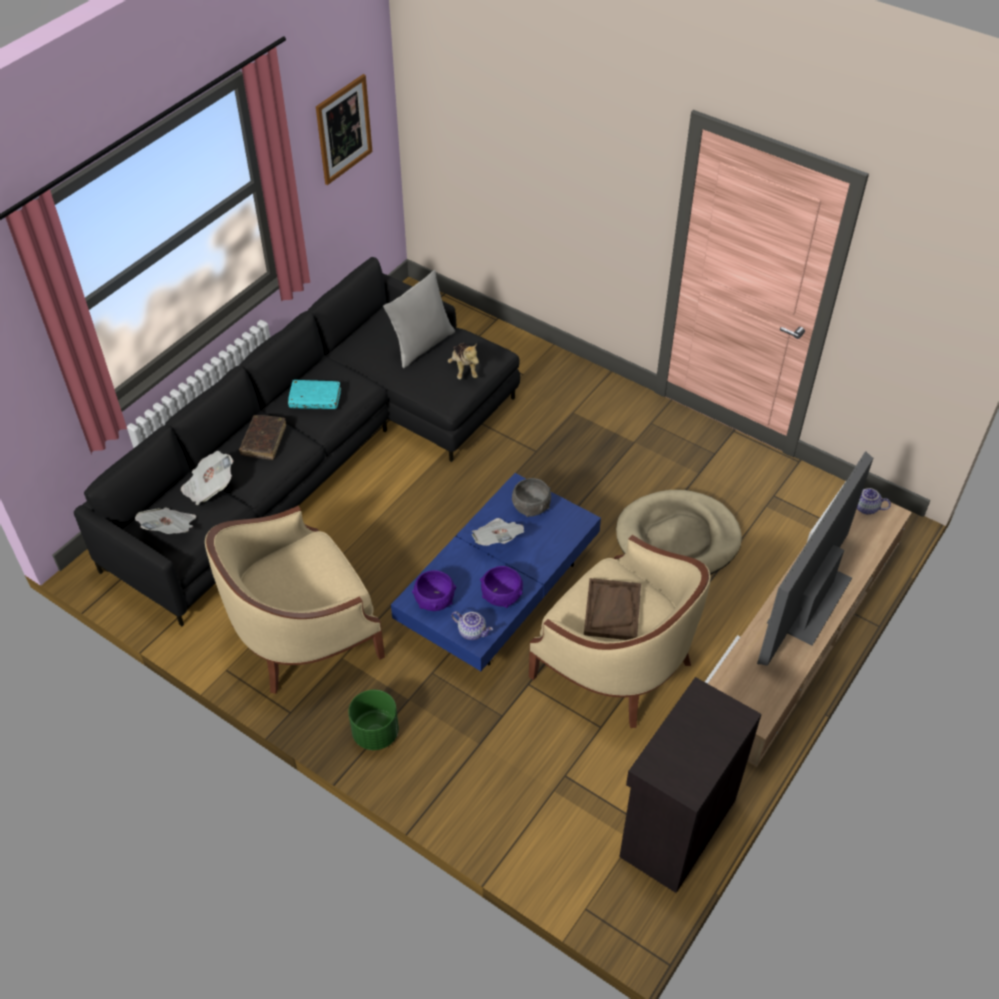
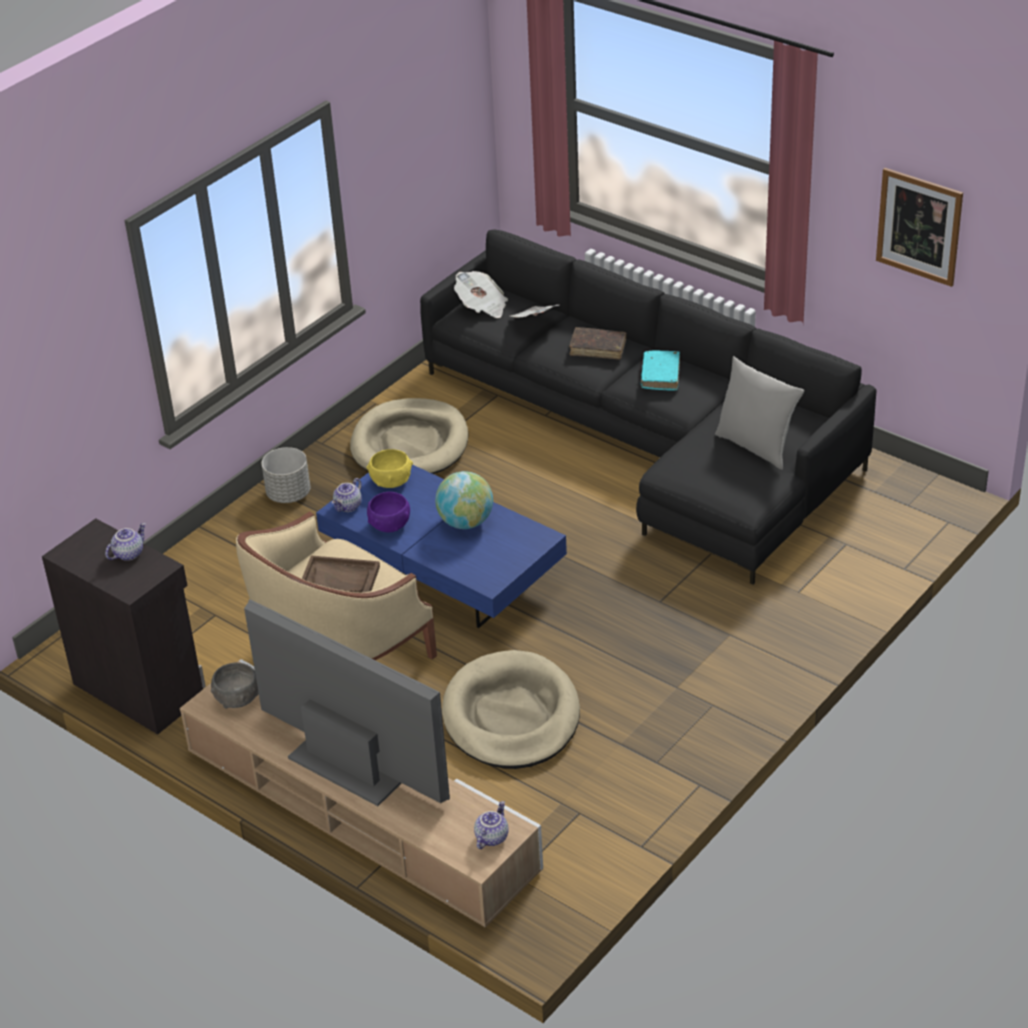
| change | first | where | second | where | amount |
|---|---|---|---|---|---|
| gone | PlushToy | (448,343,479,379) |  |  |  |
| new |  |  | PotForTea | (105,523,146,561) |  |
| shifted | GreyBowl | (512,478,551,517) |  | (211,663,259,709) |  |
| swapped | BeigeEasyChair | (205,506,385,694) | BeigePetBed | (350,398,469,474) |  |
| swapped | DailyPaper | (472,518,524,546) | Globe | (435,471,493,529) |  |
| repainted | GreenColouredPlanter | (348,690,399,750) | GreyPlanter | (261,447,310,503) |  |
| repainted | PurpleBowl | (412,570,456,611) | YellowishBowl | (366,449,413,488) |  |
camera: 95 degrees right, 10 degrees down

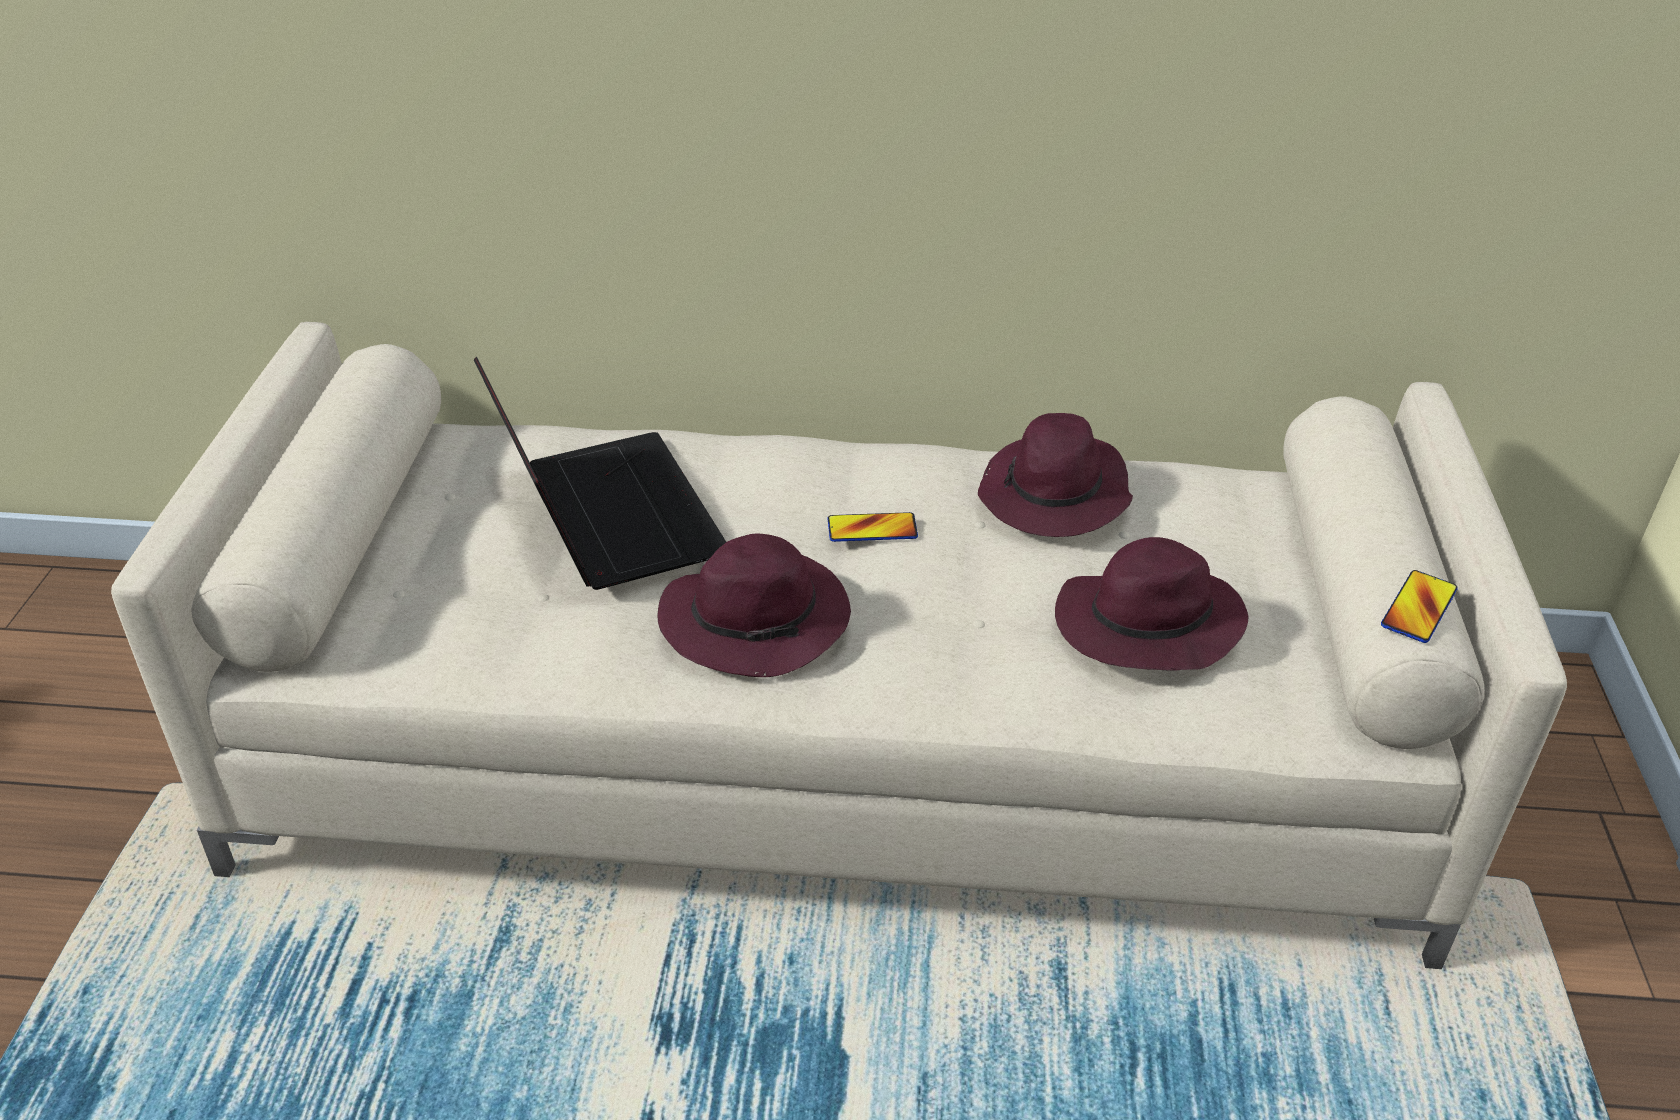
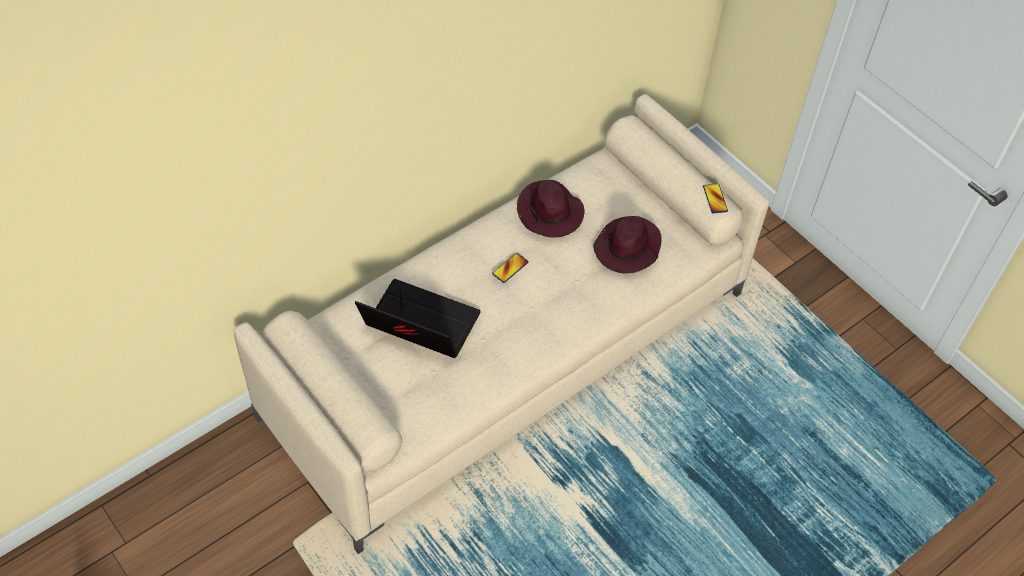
| change | first | where | second | where | amount |
|---|---|---|---|---|---|
| gone | PurpleClothingHat | (657,533,851,677) |  |  |  |
camera: 45 degrees left, 15 degrees up

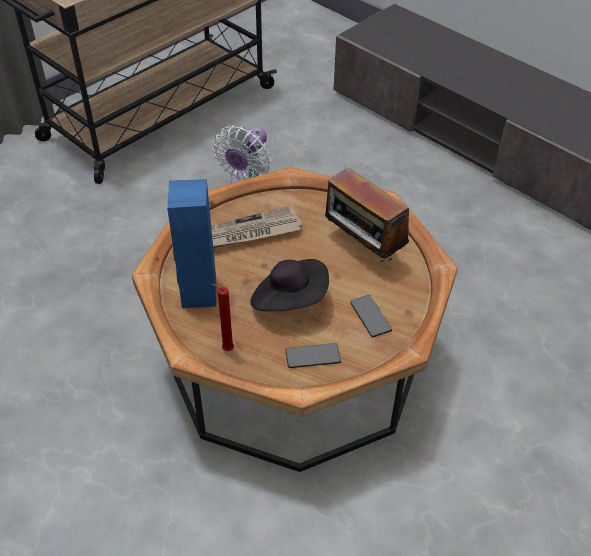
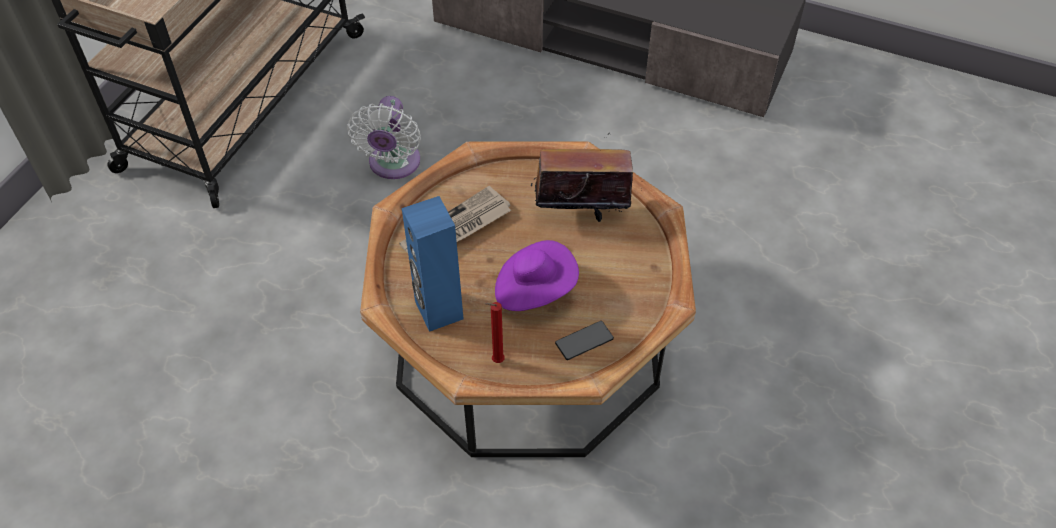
| change | first | where | second | where | amount |
|---|---|---|---|---|---|
| gone | Phone | (350,295,392,337) |  |  |  |
| repainted | BlackColouredClothingHat | (250,259,329,311) | PurpleClothingHat | (495,240,579,311) |  |
| rotated | RadioReceiver | (325,167,409,262) |  | (531,133,642,223) | 150 degrees clockwise |
camera: 20 degrees left, 5 degrees up

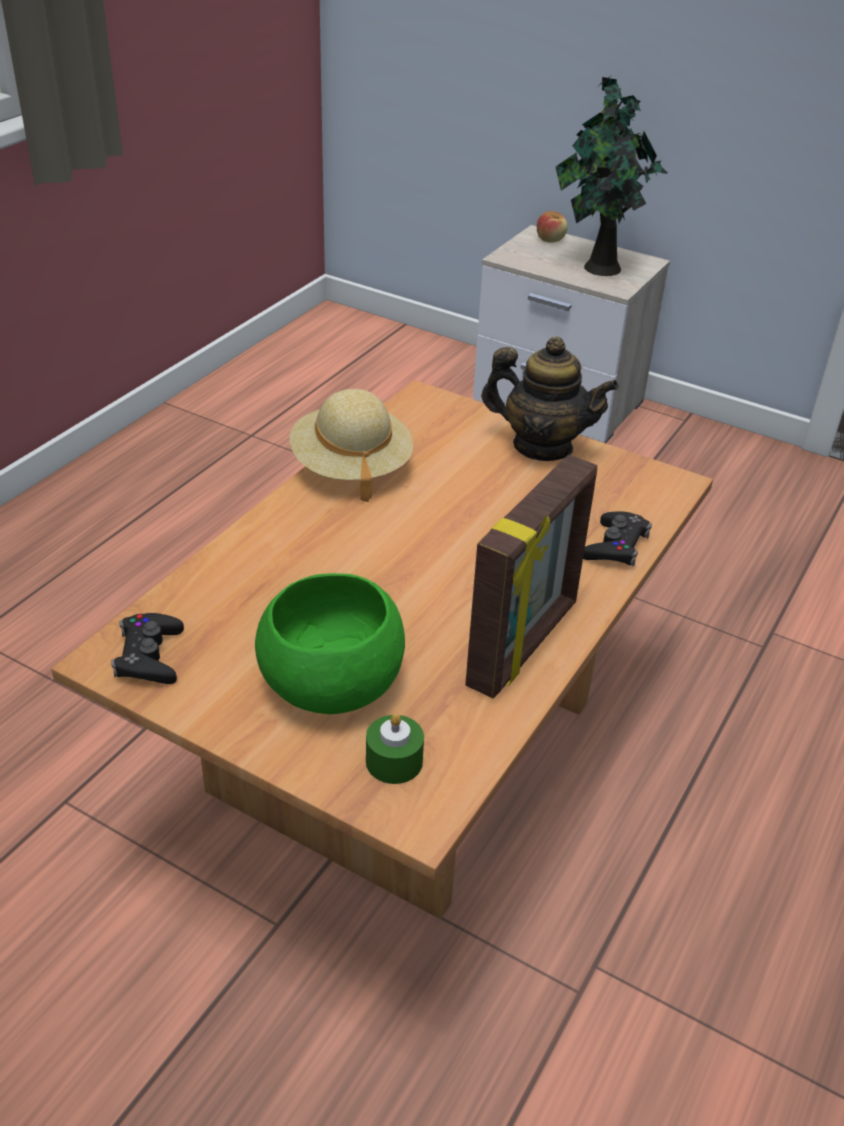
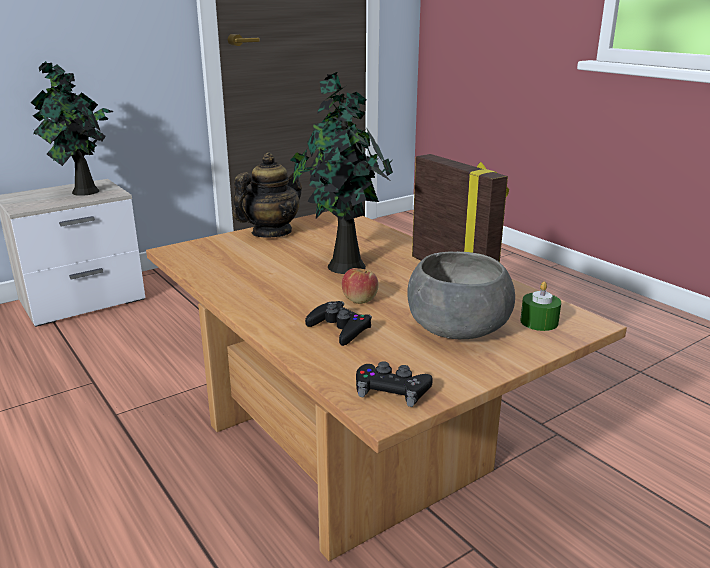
| change | first | where | second | where | amount |
|---|---|---|---|---|---|
| gone | BeigeClothingHat | (290,389,413,502) |  |  |  |
| new |  |  | Houseplant | (290,71,393,274) |  |
| shifted | Apple | (537,211,568,243) |  | (342,268,379,304) |  |
| shifted | BlackColouredGameController | (583,511,652,566) |  | (305,301,372,346) |  |
| repainted | GreenColouredBowl | (255,573,405,714) | GreyBowl | (407,251,515,339) |  |
camera: 65 degrees left, 15 degrees down

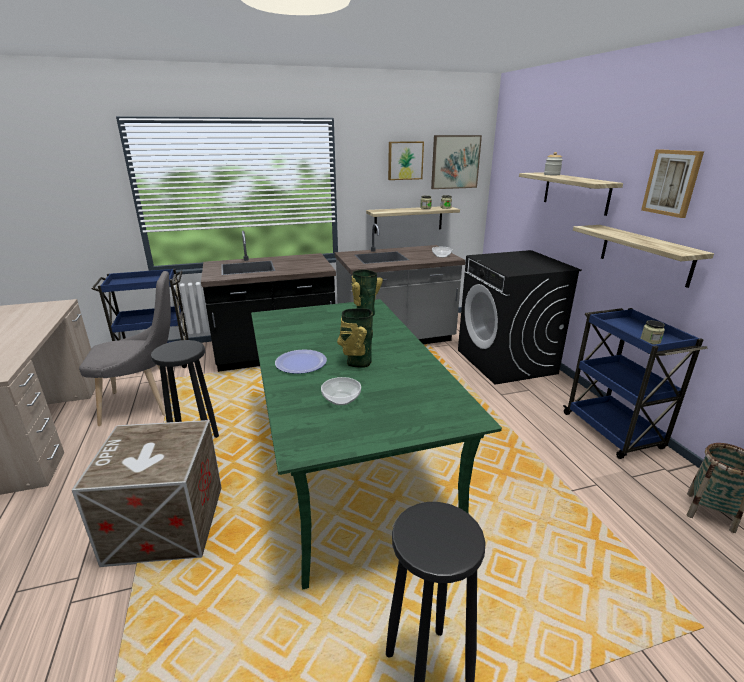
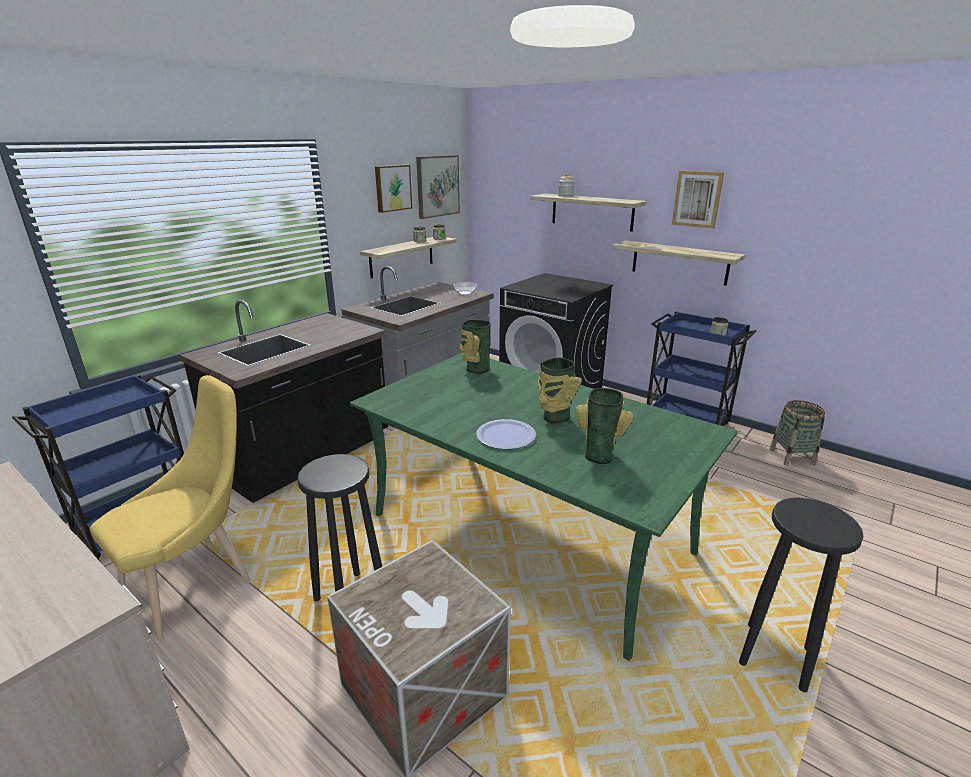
| change | first | where | second | where | amount |
|---|---|---|---|---|---|
| swapped | Bowl | (321,377,361,405) | FlowerVase | (575,388,633,464) |  |
| repainted | GreyPlainChair | (79,271,171,426) | YellowishPlainChair | (90,375,251,641) |  |
camera: 35 degrees left, 0 degrees up

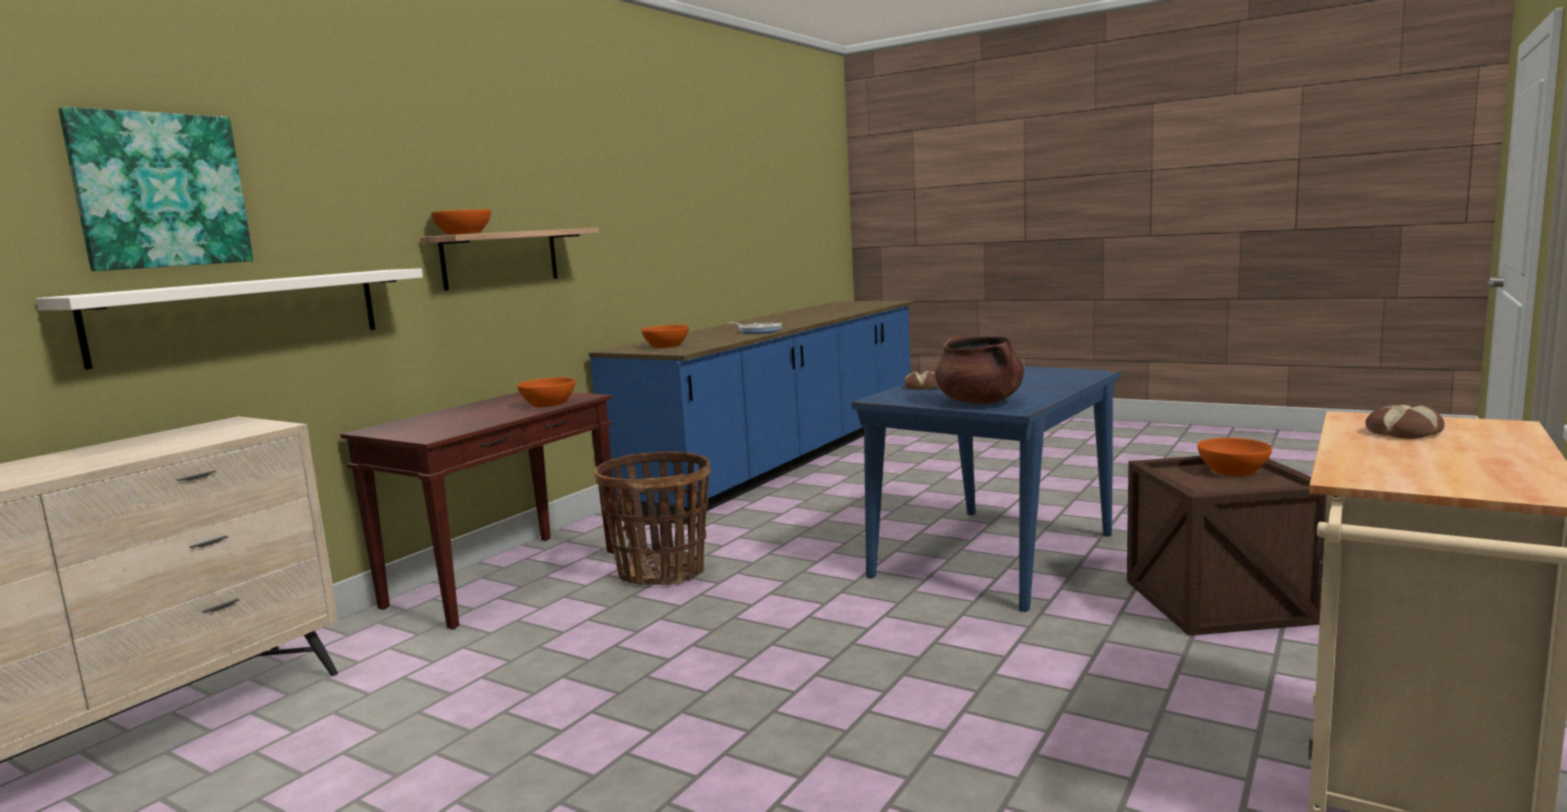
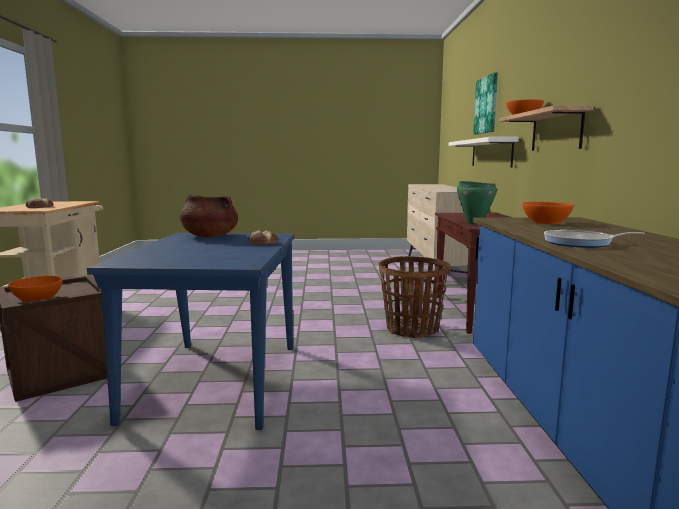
| change | first | where | second | where | amount |
|---|---|---|---|---|---|
| swapped | OrangeColouredBowl | (517,377,576,407) | GreenColouredStockpot | (457,181,497,224) |  |
camera: 145 degrees right, 0 degrees up

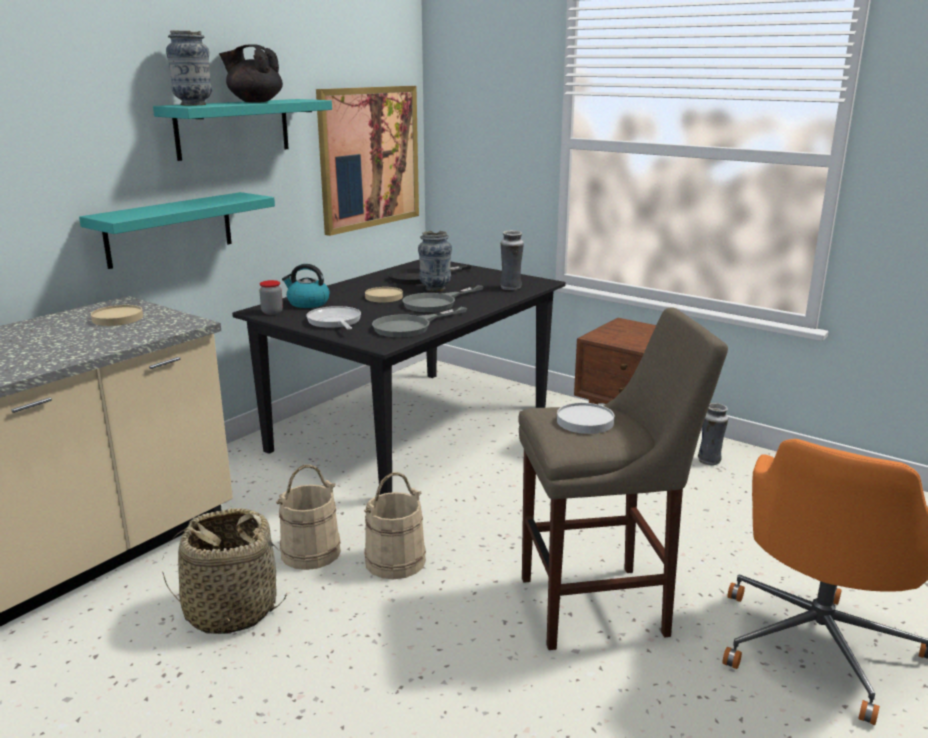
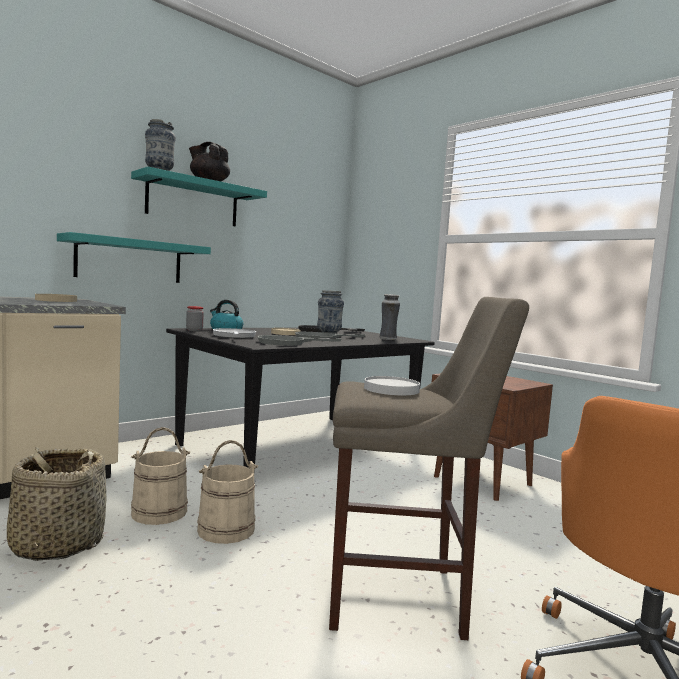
| change | first | where | second | where | amount |
|---|---|---|---|---|---|
| gone | WallPicture | (316,86,419,236) |  |  |  |
| gone | FlowerVase | (698,403,728,465) |  |  |  |
camera: 10 degrees right, 15 degrees down

